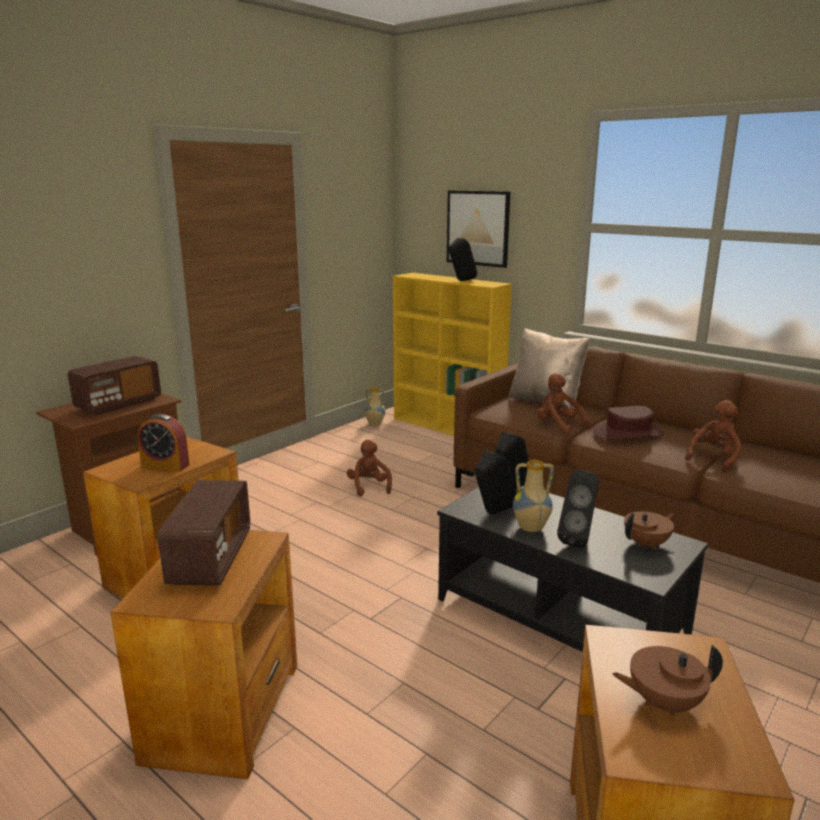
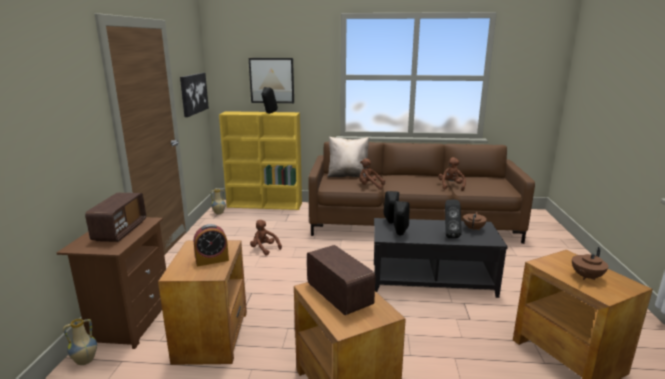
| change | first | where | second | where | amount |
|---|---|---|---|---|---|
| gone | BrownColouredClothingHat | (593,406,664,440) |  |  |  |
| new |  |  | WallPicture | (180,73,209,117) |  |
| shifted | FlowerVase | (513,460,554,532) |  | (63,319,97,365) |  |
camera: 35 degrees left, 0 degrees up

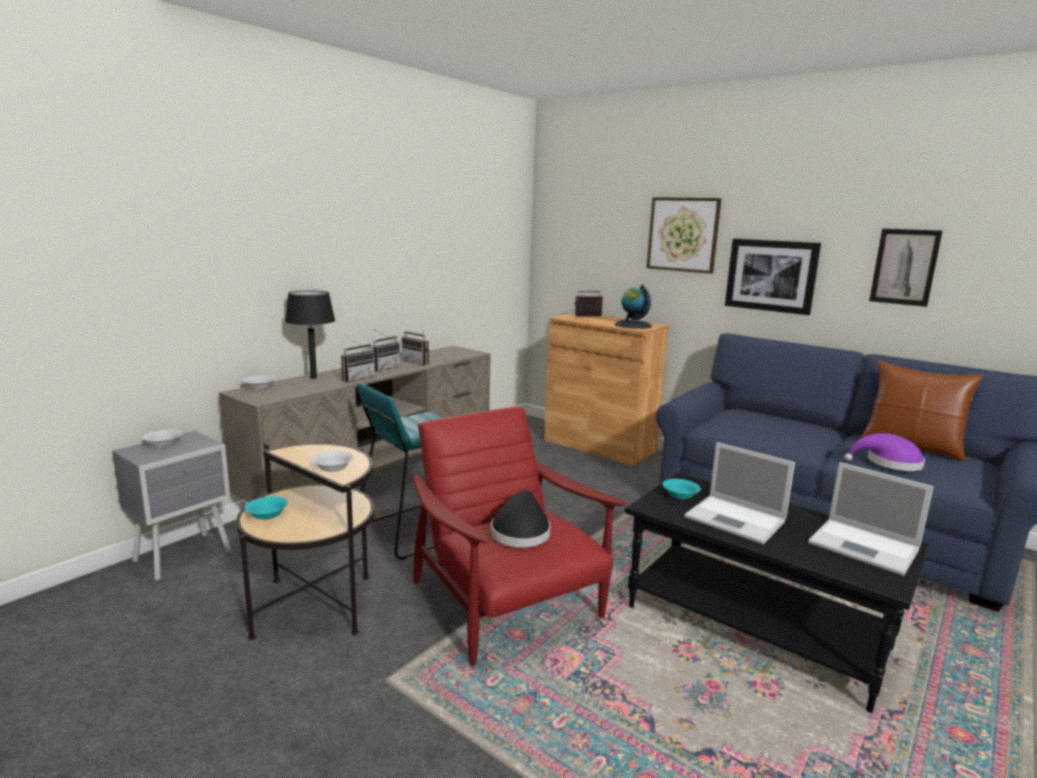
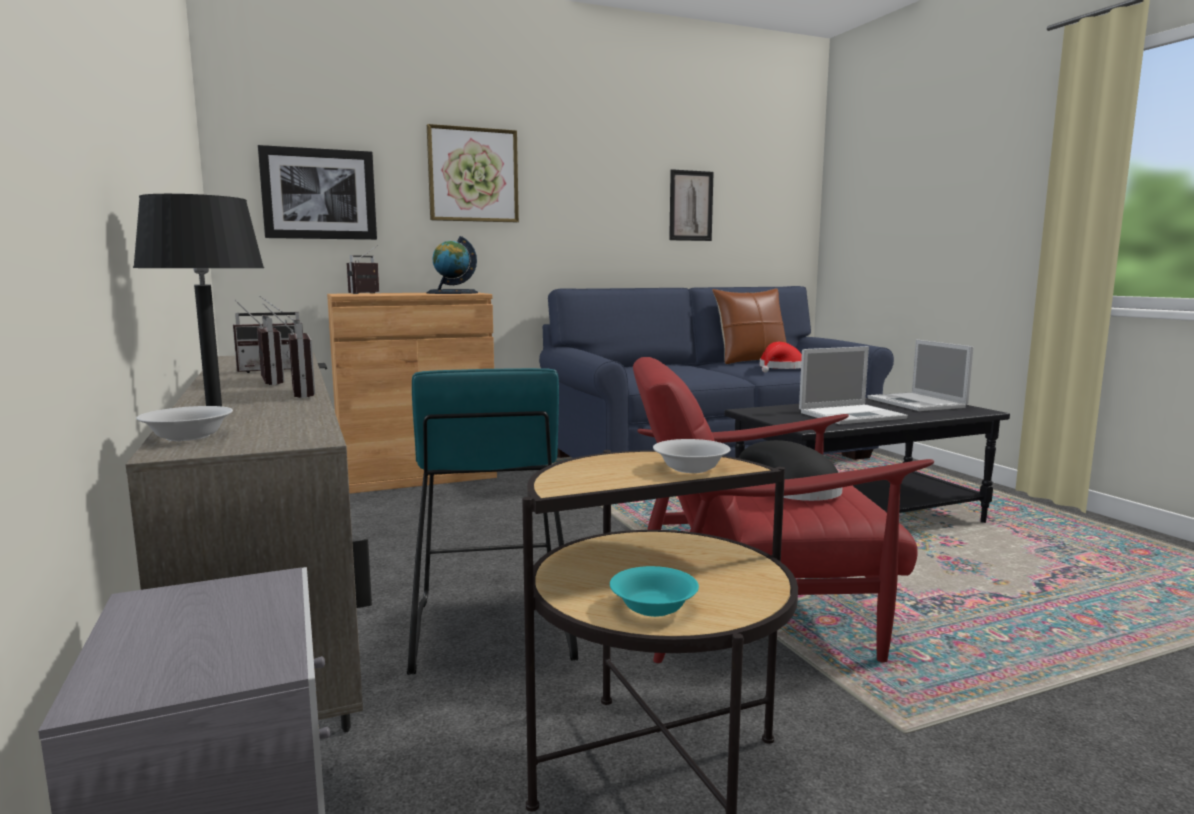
| change | first | where | second | where | amount |
|---|---|---|---|---|---|
| gone | WhitishBowl | (142,430,182,447) |  |  |  |
| gone | TurquoiseColouredBowl | (663,479,701,499) |  |  |  |
| shifted | WallPicture | (725,239,821,315) |  | (258,145,377,240) |  |
| repainted | PurpleClothingHat | (844,433,925,471) | ReddishClothingHat | (760,342,802,372) |  |
| rotated | NotebookComputer | (808,462,934,576) |  | (867,339,974,411) | 90 degrees clockwise |
camera: 60 degrees left, 5 degrees down

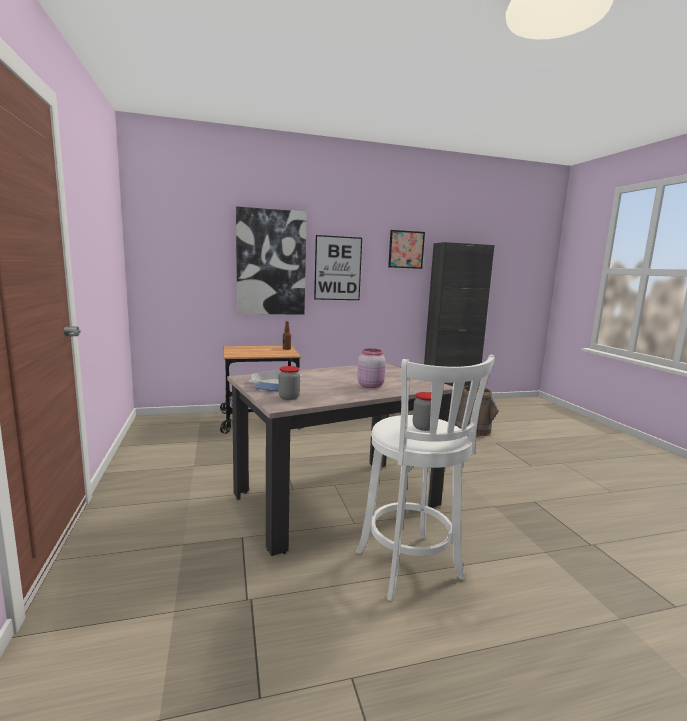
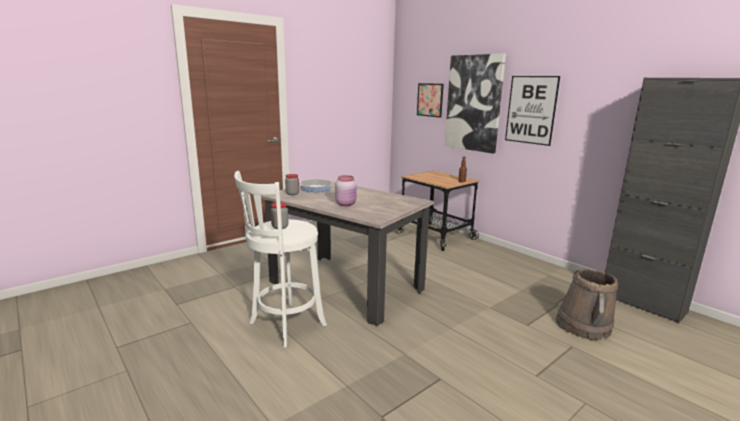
| change | first | where | second | where | amount |
|---|---|---|---|---|---|
| shifted | WallPicture | (388,230,425,269) |  | (417,83,444,118) |  |
camera: 65 degrees right, 5 degrees up

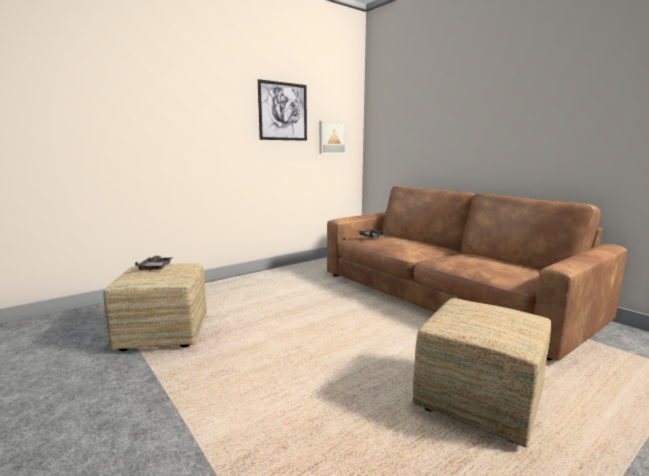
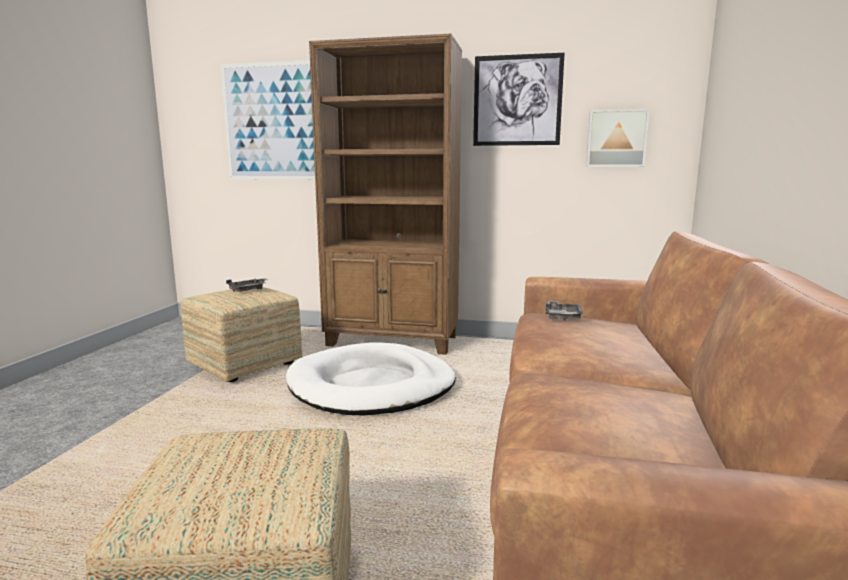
| change | first | where | second | where | amount |
|---|---|---|---|---|---|
| new |  |  | WallPicture | (220,60,315,180) |  |
| new |  |  | WhitishPetBed | (286,342,456,416) |  |
| new |  |  | BrownColouredShelvingUnit | (309,34,462,355) |  |
camera: 50 degrees right, 0 degrees up

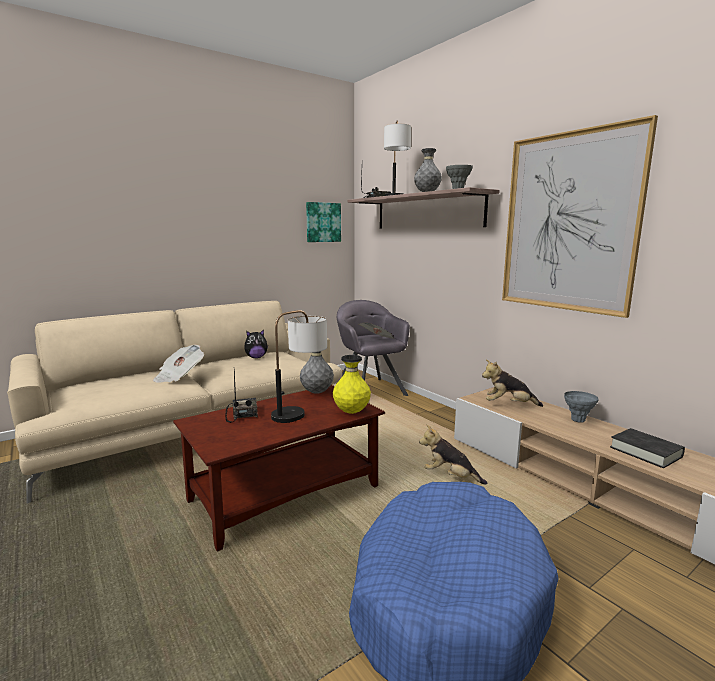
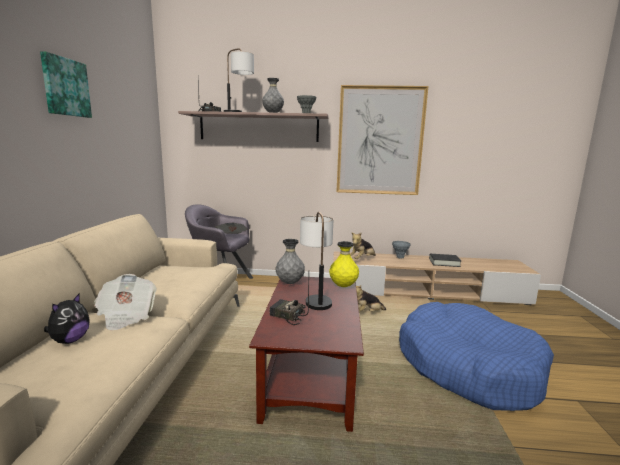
| change | first | where | second | where | amount |
|---|---|---|---|---|---|
| shifted | PlushToy | (244,330,268,358) |  | (44,293,90,344) |  |
| shifted | WallPicture | (306,202,341,242) |  | (40,51,92,118) |  |
camera: 50 degrees left, 0 degrees up

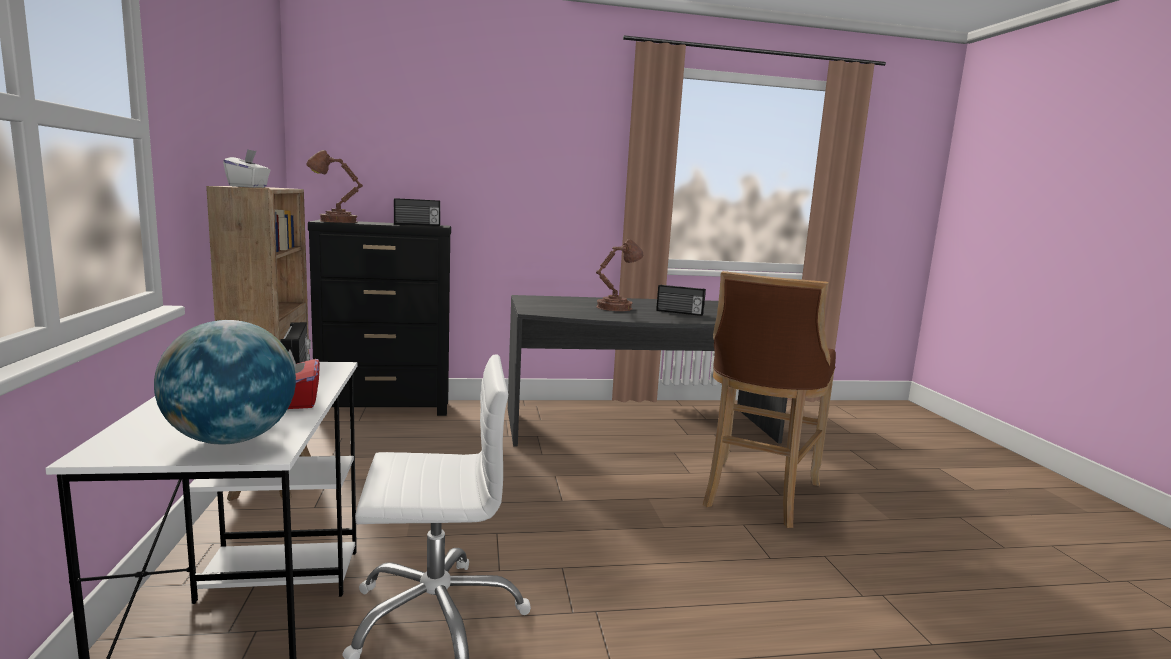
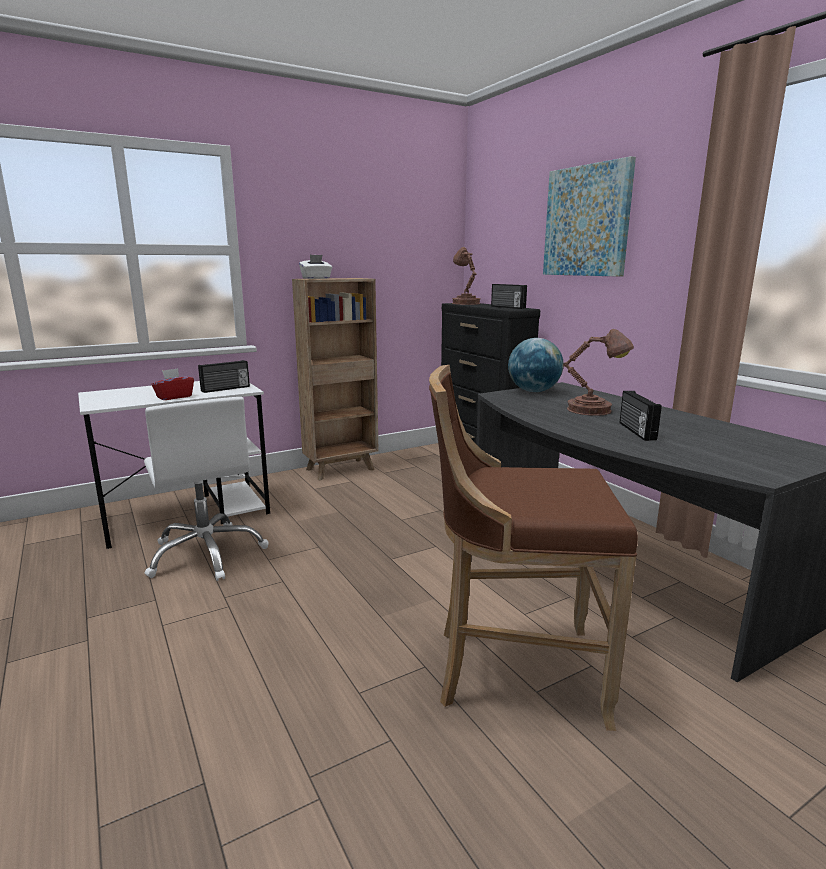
| change | first | where | second | where | amount |
|---|---|---|---|---|---|
| new |  |  | WallPicture | (543,156,636,277) |  |
| shifted | Globe | (154,320,296,445) |  | (508,338,564,392) |  |
camera: 70 degrees right, 5 degrees up

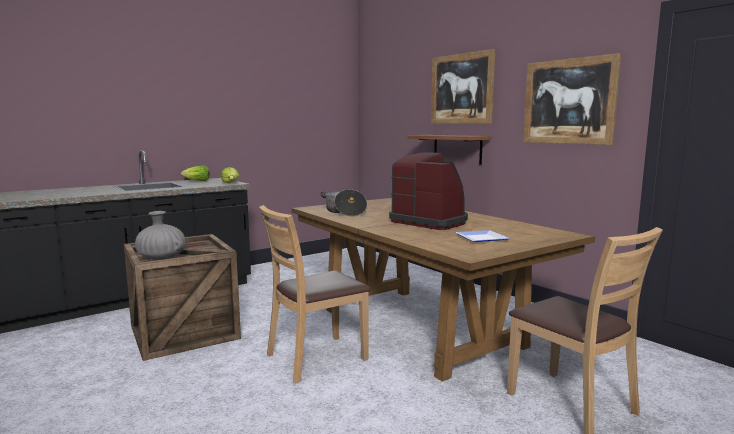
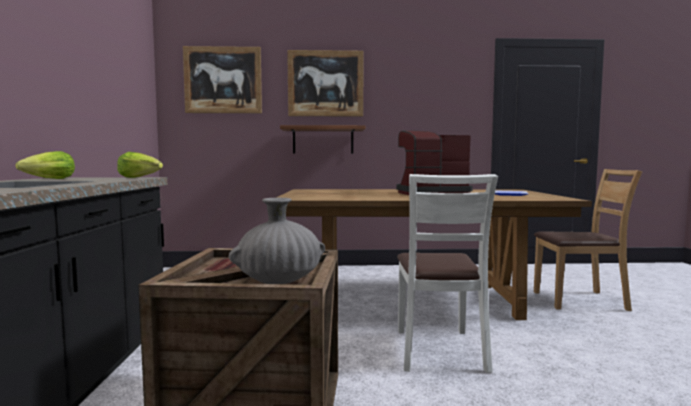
| change | first | where | second | where | amount |
|---|---|---|---|---|---|
| gone | Stockpot | (321,189,367,216) |  |  |  |
| shifted | WallPicture | (523,53,621,145) |  | (183,46,262,113) |  |
| repainted | BrownColouredPlainChair | (259,205,371,383) | WhitishPlainChair | (397,174,498,373) |  |
camera: 55 degrees left, 5 degrees down

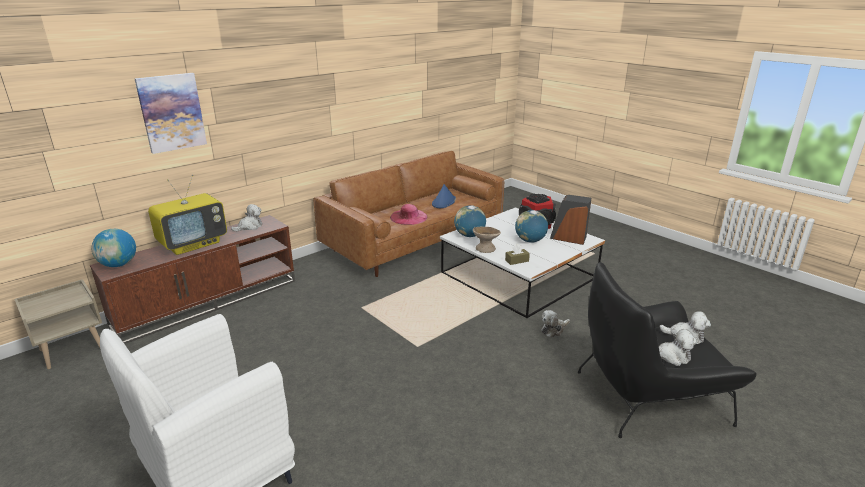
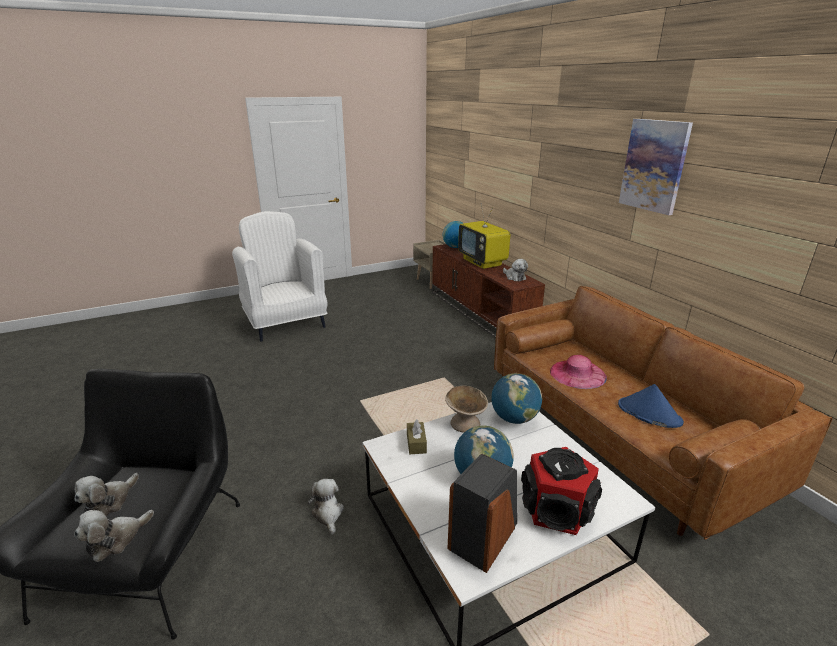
| change | first | where | second | where | amount |
|---|---|---|---|---|---|
| shifted | WallPicture | (135,73,207,154) |  | (619,119,693,215) |  |
camera: 105 degrees right, 0 degrees up

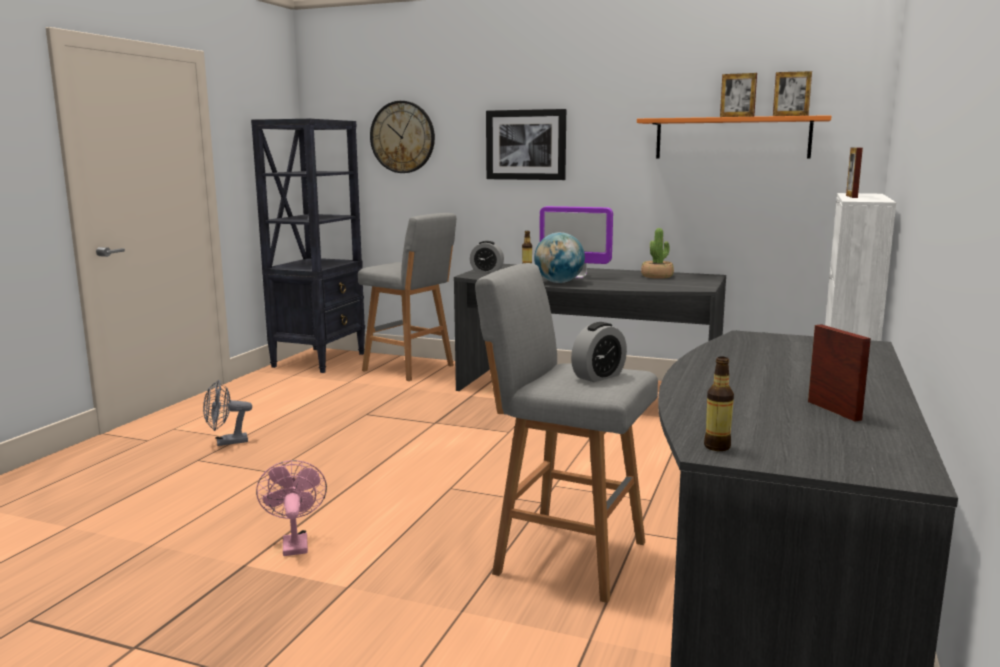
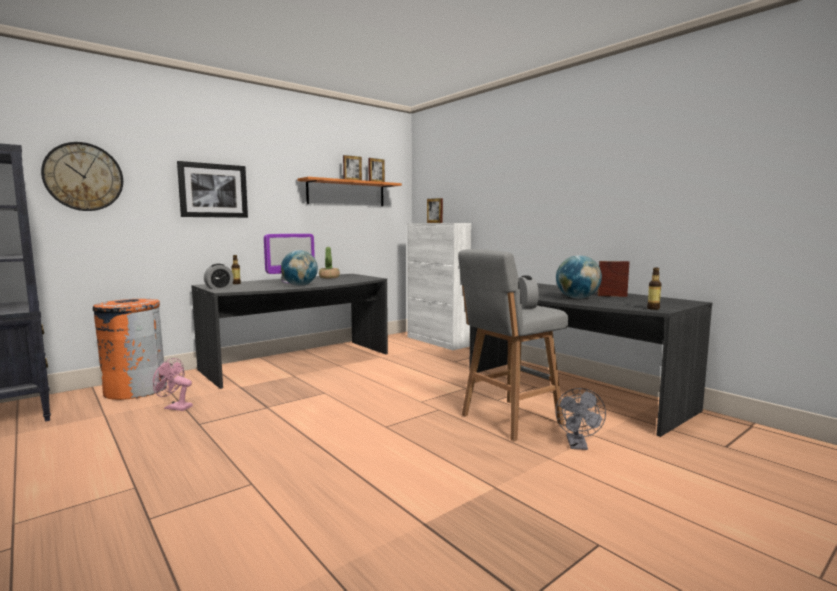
| change | first | where | second | where | amount |
|---|---|---|---|---|---|
| new |  |  | Globe | (556,255,602,299) |  |
| shifted | GreyFan | (203,380,252,446) |  | (555,388,606,450) |  |
| shifted | PinkishFan | (256,460,327,556) |  | (153,358,193,411) |  |
| swapped | GreyStool | (358,213,456,381) | OrangeColouredRubbishBin | (93,299,167,400) |  |
camera: 60 degrees left, 5 degrees down

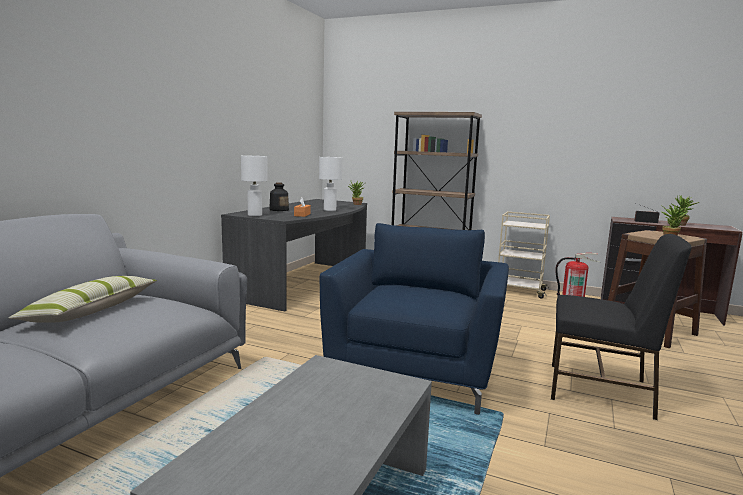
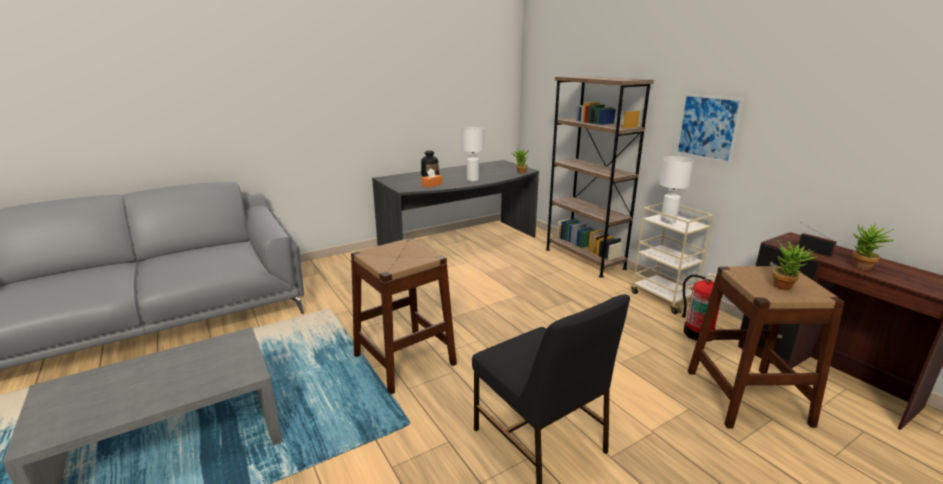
| change | first | where | second | where | amount |
|---|---|---|---|---|---|
| gone | ThrowPillow | (9,276,157,323) |  |  |  |
| new |  |  | WallPicture | (676,94,743,164) |  |
| shifted | WhitishTableLamp | (241,156,268,216) |  | (660,156,694,223) |  |
| swapped | BlueEasyChair | (320,223,509,415) | BrownColouredStool | (351,238,457,394) |  |
camera: 35 degrees right, 10 degrees up

